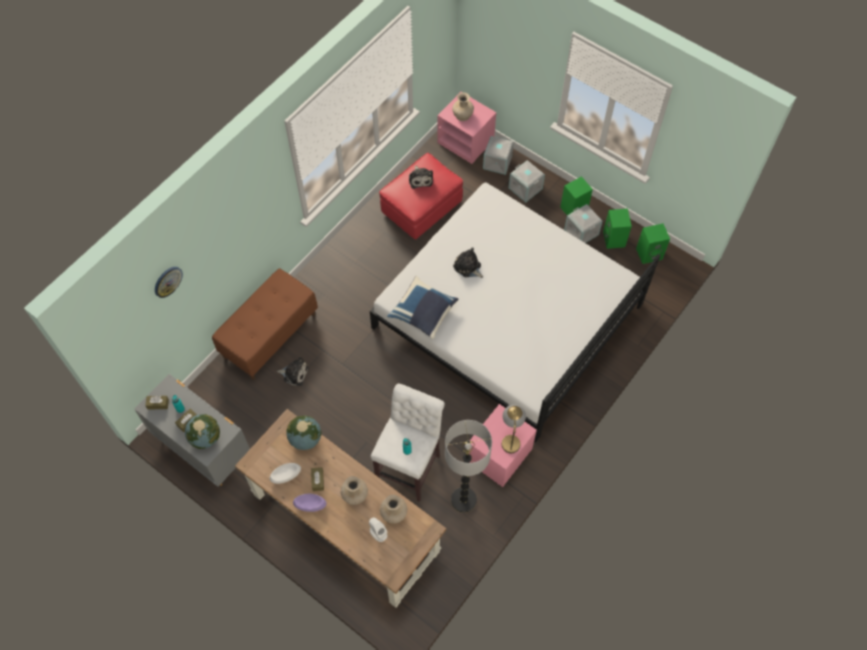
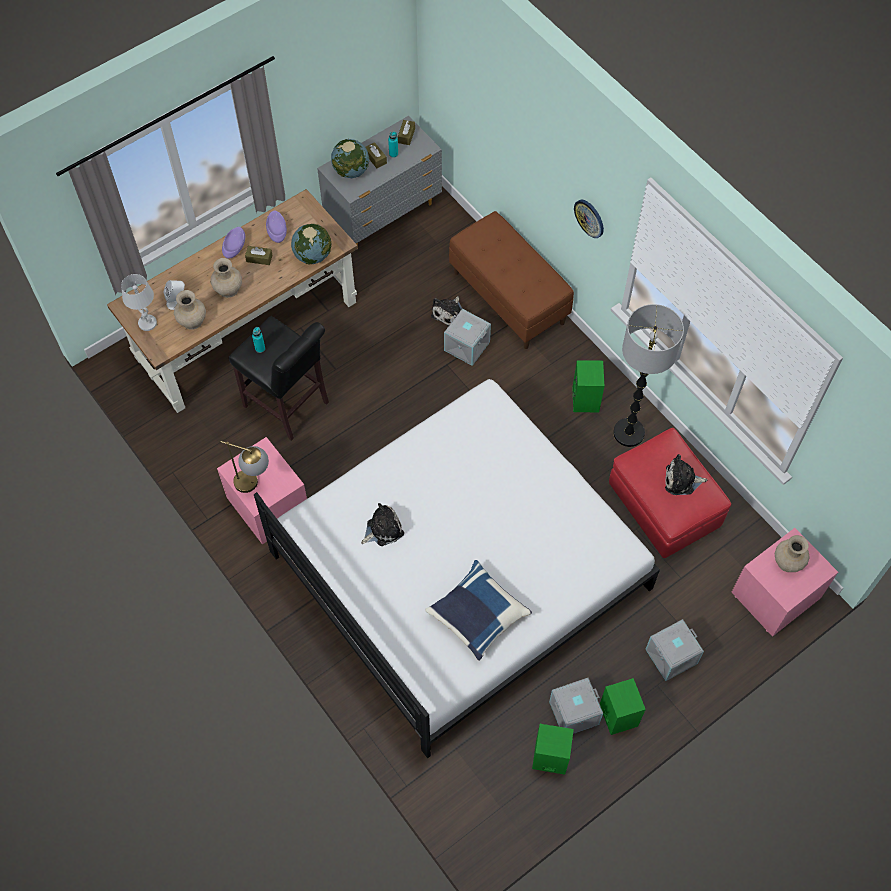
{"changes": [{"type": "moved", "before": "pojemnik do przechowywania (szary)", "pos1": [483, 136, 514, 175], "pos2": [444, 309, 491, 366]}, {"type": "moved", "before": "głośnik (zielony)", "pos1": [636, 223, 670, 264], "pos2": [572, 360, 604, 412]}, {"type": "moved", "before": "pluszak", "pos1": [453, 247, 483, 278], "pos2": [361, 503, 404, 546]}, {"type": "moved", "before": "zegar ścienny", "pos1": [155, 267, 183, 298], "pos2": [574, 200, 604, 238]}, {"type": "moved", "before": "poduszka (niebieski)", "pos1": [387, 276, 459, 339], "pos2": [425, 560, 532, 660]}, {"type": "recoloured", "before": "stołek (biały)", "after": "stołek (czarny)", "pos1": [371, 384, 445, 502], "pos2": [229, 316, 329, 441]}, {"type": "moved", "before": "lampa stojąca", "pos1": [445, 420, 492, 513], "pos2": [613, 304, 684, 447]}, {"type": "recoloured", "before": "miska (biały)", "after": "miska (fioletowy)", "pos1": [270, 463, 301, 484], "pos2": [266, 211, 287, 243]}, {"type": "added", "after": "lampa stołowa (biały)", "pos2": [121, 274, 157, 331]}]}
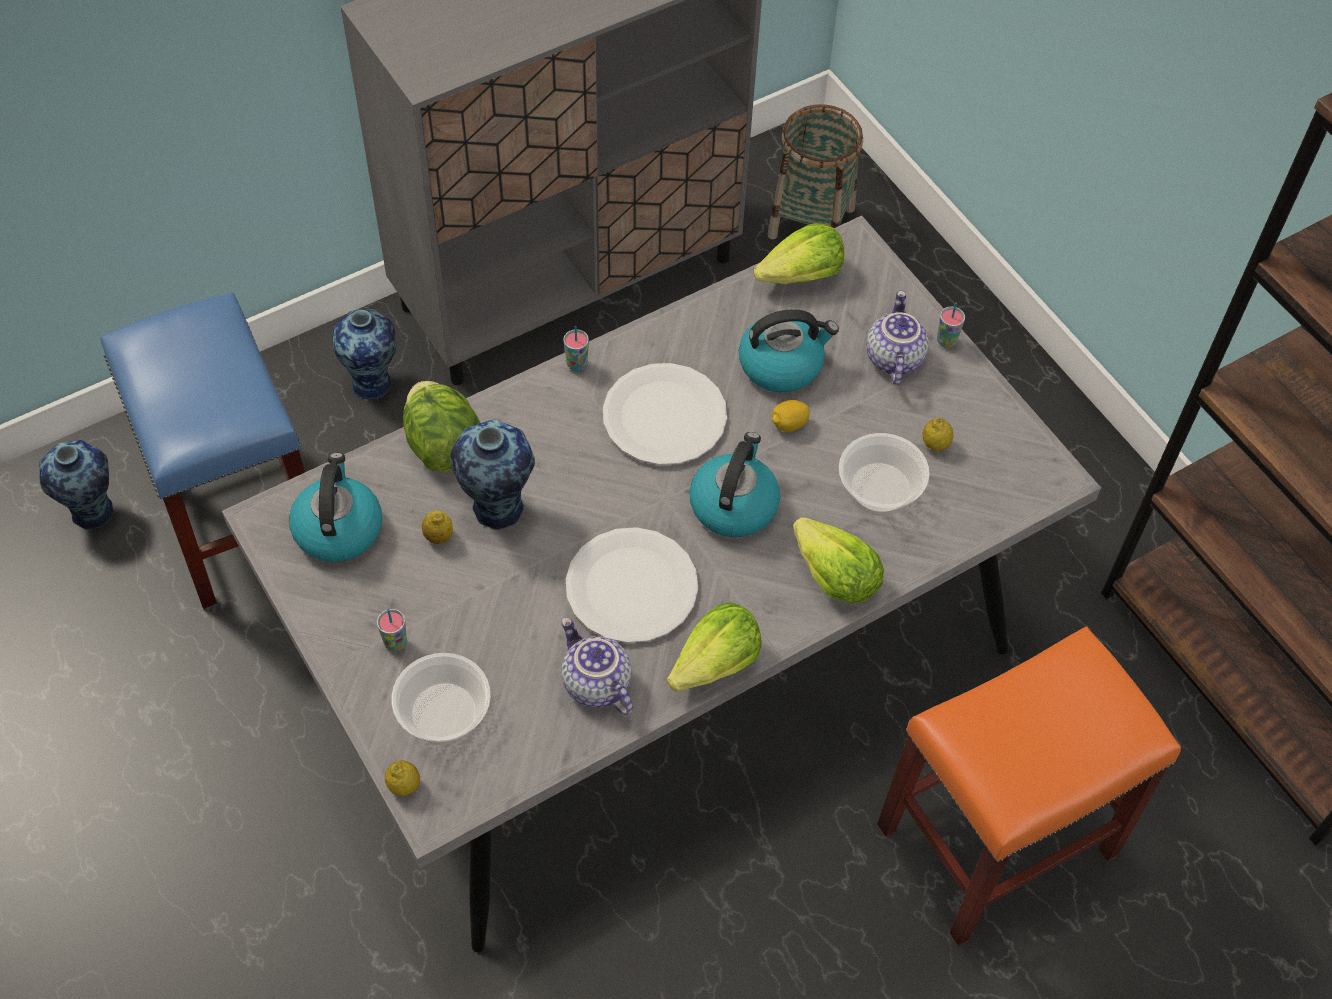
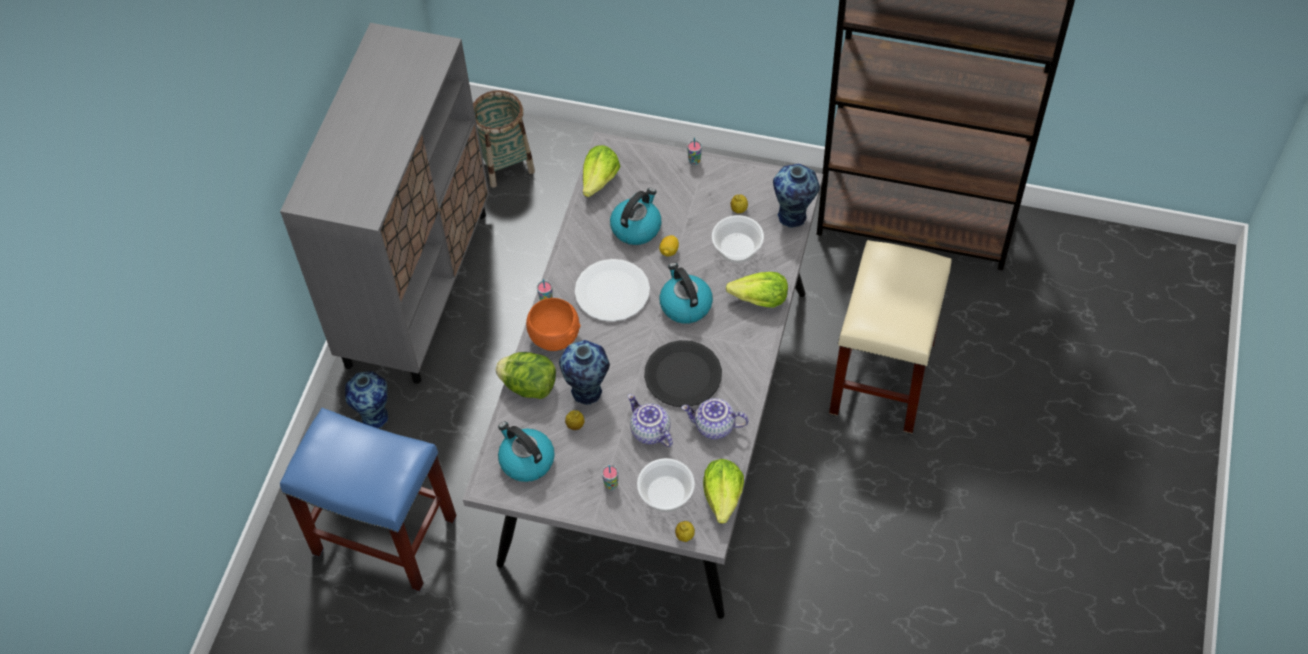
{"changes": [{"type": "moved", "before": "imbryk", "pos1": [866, 290, 929, 385], "pos2": [628, 394, 673, 447]}, {"type": "moved", "before": "wazon", "pos1": [39, 440, 113, 531], "pos2": [773, 164, 820, 228]}, {"type": "recoloured", "before": "talerz (biały)", "after": "talerz (czarny)", "pos1": [566, 527, 698, 643], "pos2": [644, 340, 722, 407]}, {"type": "moved", "before": "sałata", "pos1": [667, 602, 762, 692], "pos2": [703, 459, 744, 524]}, {"type": "recoloured", "before": "stołek (pomarańczowy)", "after": "stołek (beżowy)", "pos1": [877, 626, 1181, 946], "pos2": [829, 240, 952, 433]}, {"type": "added", "after": "miska (pomarańczowy)", "pos2": [526, 298, 581, 351]}]}
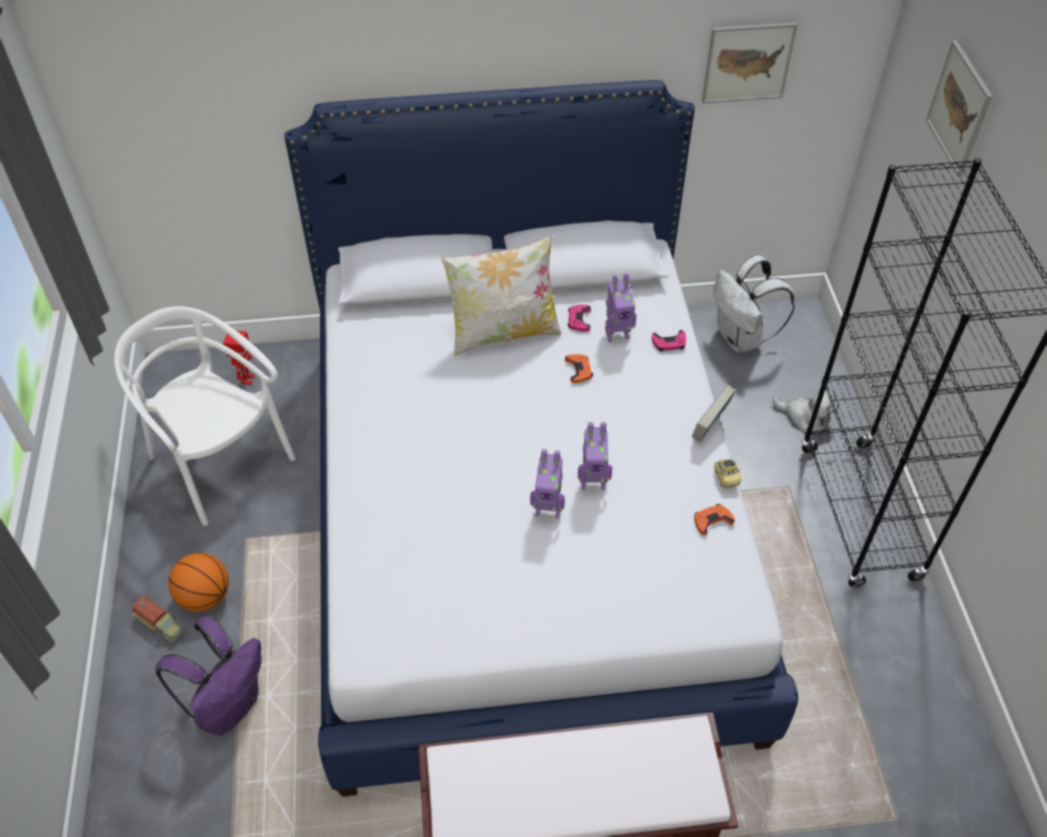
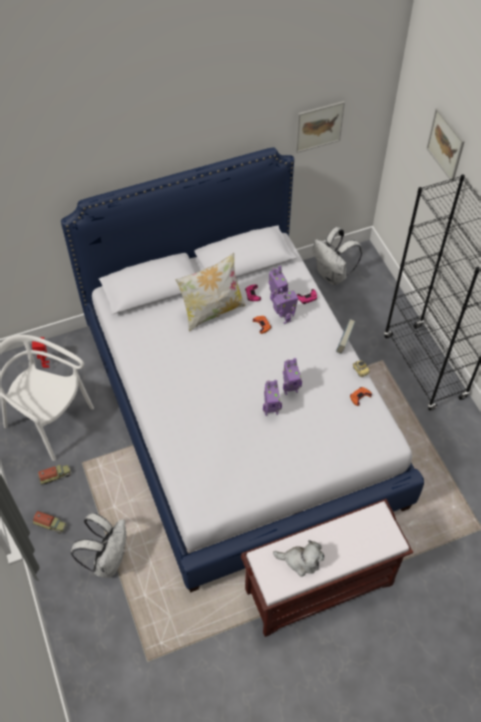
{"changes": [{"type": "moved", "before": "pluszak", "pos1": [772, 387, 839, 432], "pos2": [273, 540, 324, 577]}, {"type": "removed", "before": "piłka do koszykówki", "pos1": [168, 553, 229, 612]}, {"type": "recoloured", "before": "plecak (fioletowy)", "after": "plecak (biały)", "pos1": [155, 616, 262, 736], "pos2": [71, 513, 126, 578]}, {"type": "added", "after": "robot zabawkowy", "pos2": [273, 288, 298, 324]}, {"type": "added", "after": "ciężarówka zabawkowa", "pos2": [38, 465, 71, 485]}]}
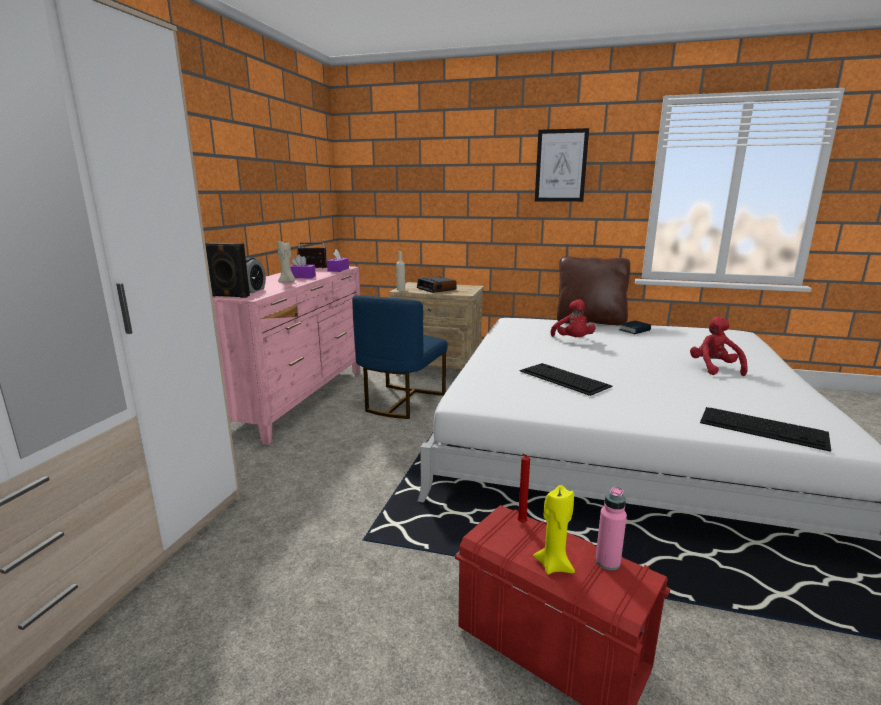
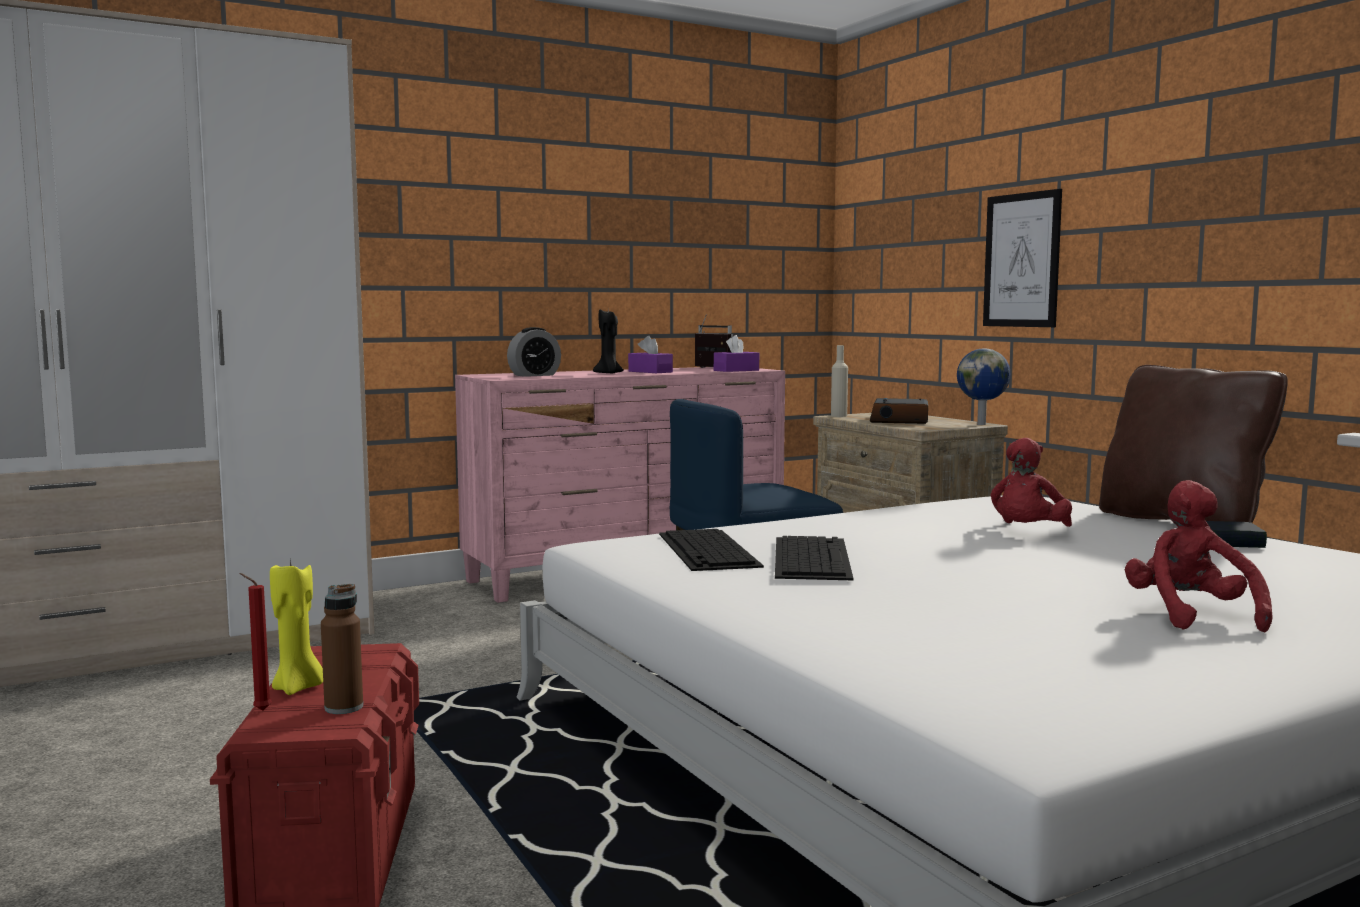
{"changes": [{"type": "moved", "before": "obraz", "pos1": [535, 128, 589, 202], "pos2": [983, 189, 1062, 327]}, {"type": "recoloured", "before": "świeca (beżowy)", "after": "świeca (czarny)", "pos1": [277, 241, 295, 283], "pos2": [593, 309, 624, 373]}, {"type": "removed", "before": "głośnik (czarny)", "pos1": [205, 243, 250, 298]}, {"type": "turned", "before": "pluszak (czerwony)", "pos1": [690, 316, 748, 376], "pos2": [1125, 480, 1273, 632], "turn": -45}, {"type": "moved", "before": "klawiatura", "pos1": [700, 407, 831, 452], "pos2": [659, 529, 764, 571]}, {"type": "moved", "before": "świeca (czerwony)", "pos1": [517, 453, 530, 523], "pos2": [239, 573, 272, 711]}, {"type": "recoloured", "before": "butelka (różowy)", "after": "butelka (brązowy)", "pos1": [595, 487, 627, 571], "pos2": [321, 584, 363, 714]}, {"type": "added", "after": "globus", "pos2": [957, 348, 1011, 425]}]}
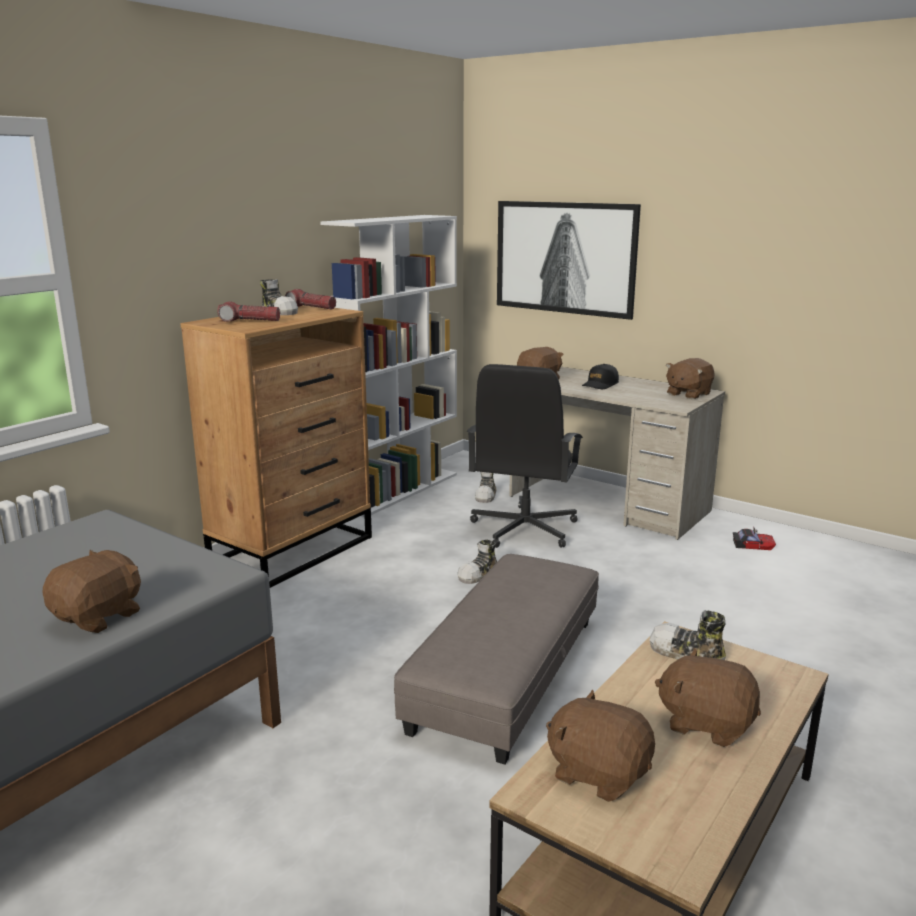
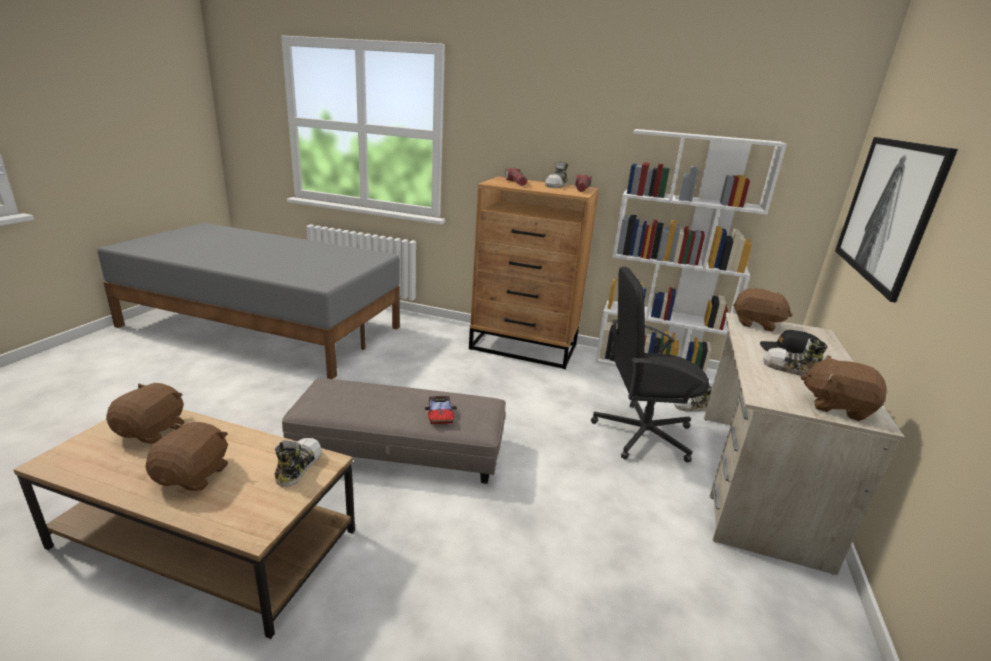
{"changes": [{"type": "moved", "before": "samochodzik", "pos1": [733, 528, 776, 550], "pos2": [425, 396, 456, 424]}, {"type": "moved", "before": "but", "pos1": [458, 540, 497, 584], "pos2": [763, 338, 827, 376]}, {"type": "removed", "before": "pluszak (brązowy)", "pos1": [42, 550, 141, 633]}]}
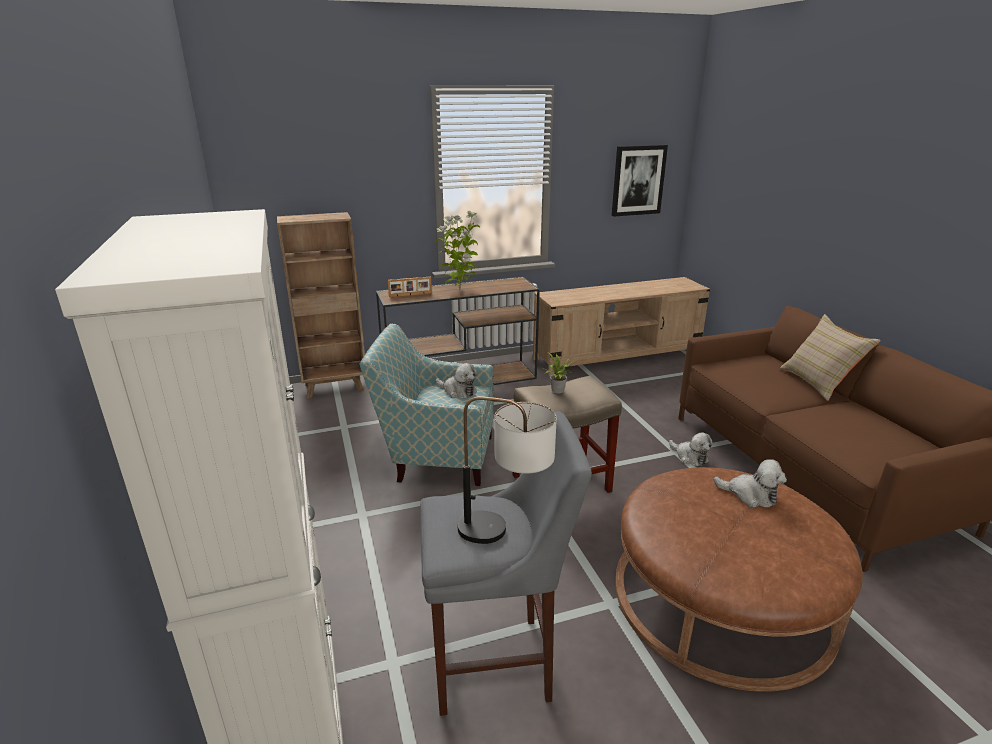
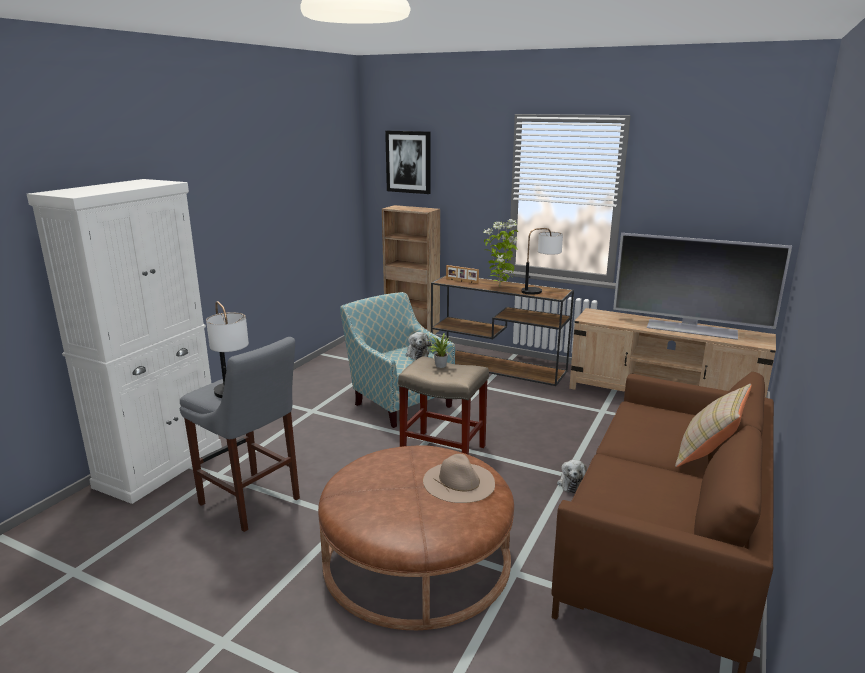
{"changes": [{"type": "moved", "before": "obraz", "pos1": [612, 145, 668, 217], "pos2": [385, 131, 430, 194]}, {"type": "replaced", "before": "pluszak", "after": "kapelusz (beżowy)", "pos1": [713, 459, 787, 508], "pos2": [423, 454, 495, 503]}, {"type": "added", "after": "lampa stołowa", "pos2": [521, 228, 563, 295]}, {"type": "added", "after": "telewizor", "pos2": [613, 233, 792, 340]}]}
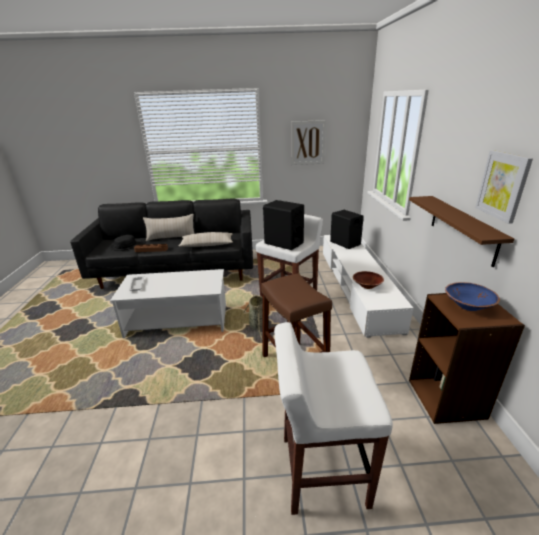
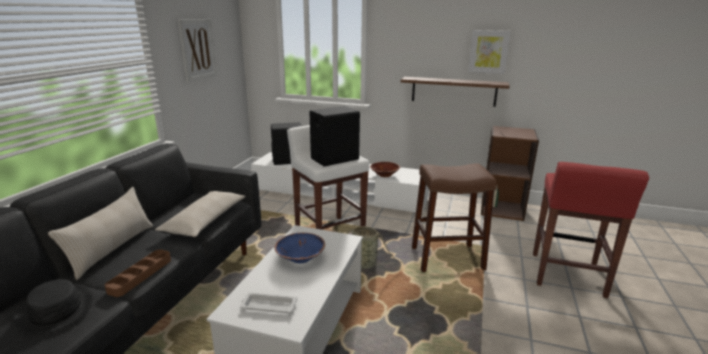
{"changes": [{"type": "moved", "before": "miska (niebieski)", "pos1": [445, 282, 500, 311], "pos2": [275, 233, 325, 263]}, {"type": "recoloured", "before": "stołek (biały)", "after": "stołek (czerwony)", "pos1": [274, 322, 393, 515], "pos2": [533, 162, 649, 298]}]}
